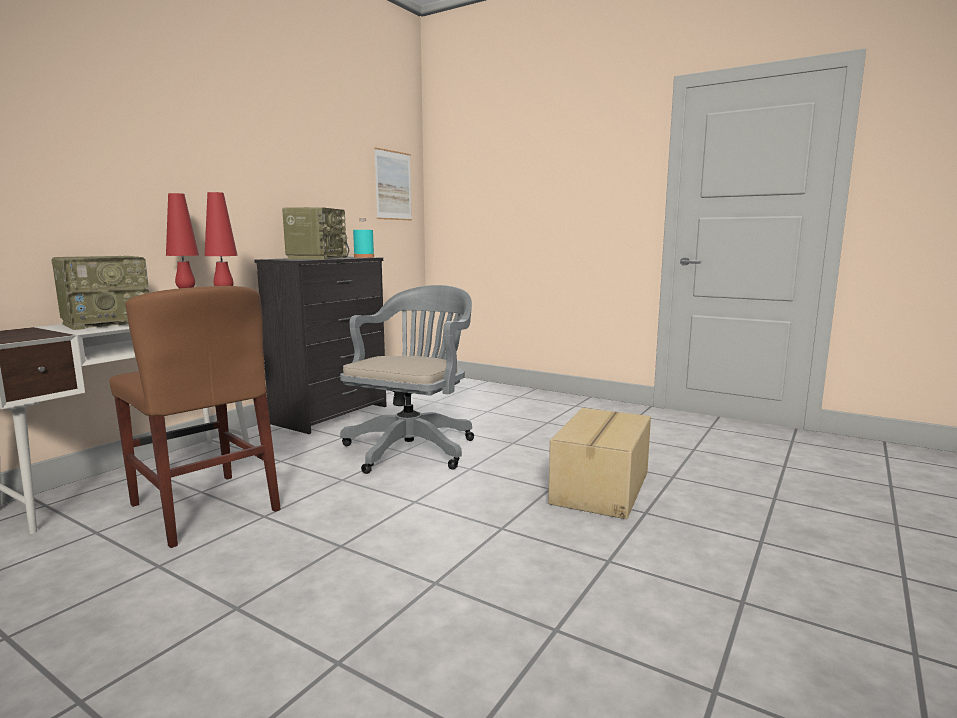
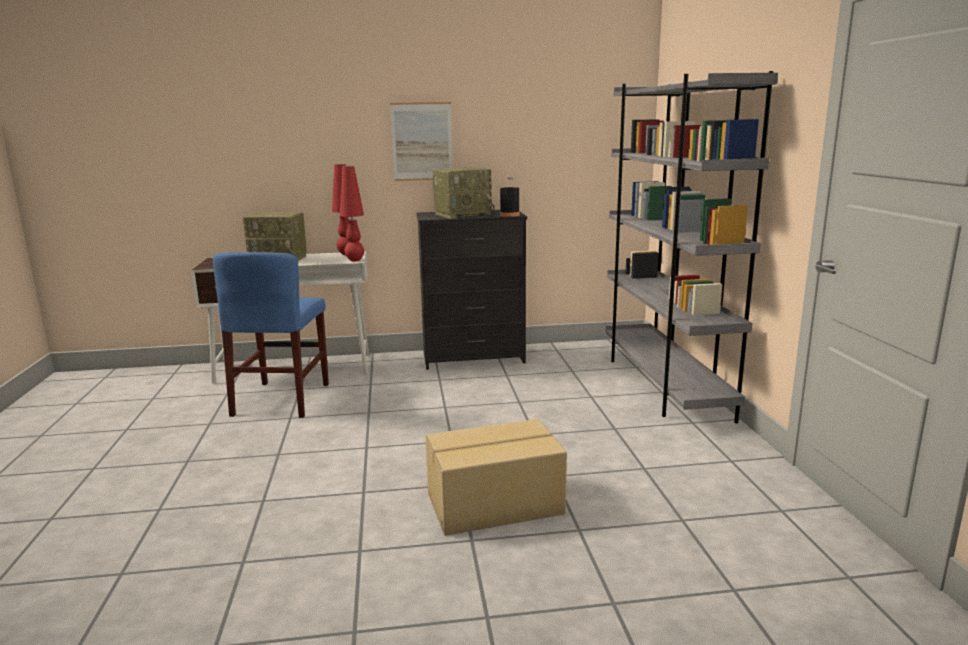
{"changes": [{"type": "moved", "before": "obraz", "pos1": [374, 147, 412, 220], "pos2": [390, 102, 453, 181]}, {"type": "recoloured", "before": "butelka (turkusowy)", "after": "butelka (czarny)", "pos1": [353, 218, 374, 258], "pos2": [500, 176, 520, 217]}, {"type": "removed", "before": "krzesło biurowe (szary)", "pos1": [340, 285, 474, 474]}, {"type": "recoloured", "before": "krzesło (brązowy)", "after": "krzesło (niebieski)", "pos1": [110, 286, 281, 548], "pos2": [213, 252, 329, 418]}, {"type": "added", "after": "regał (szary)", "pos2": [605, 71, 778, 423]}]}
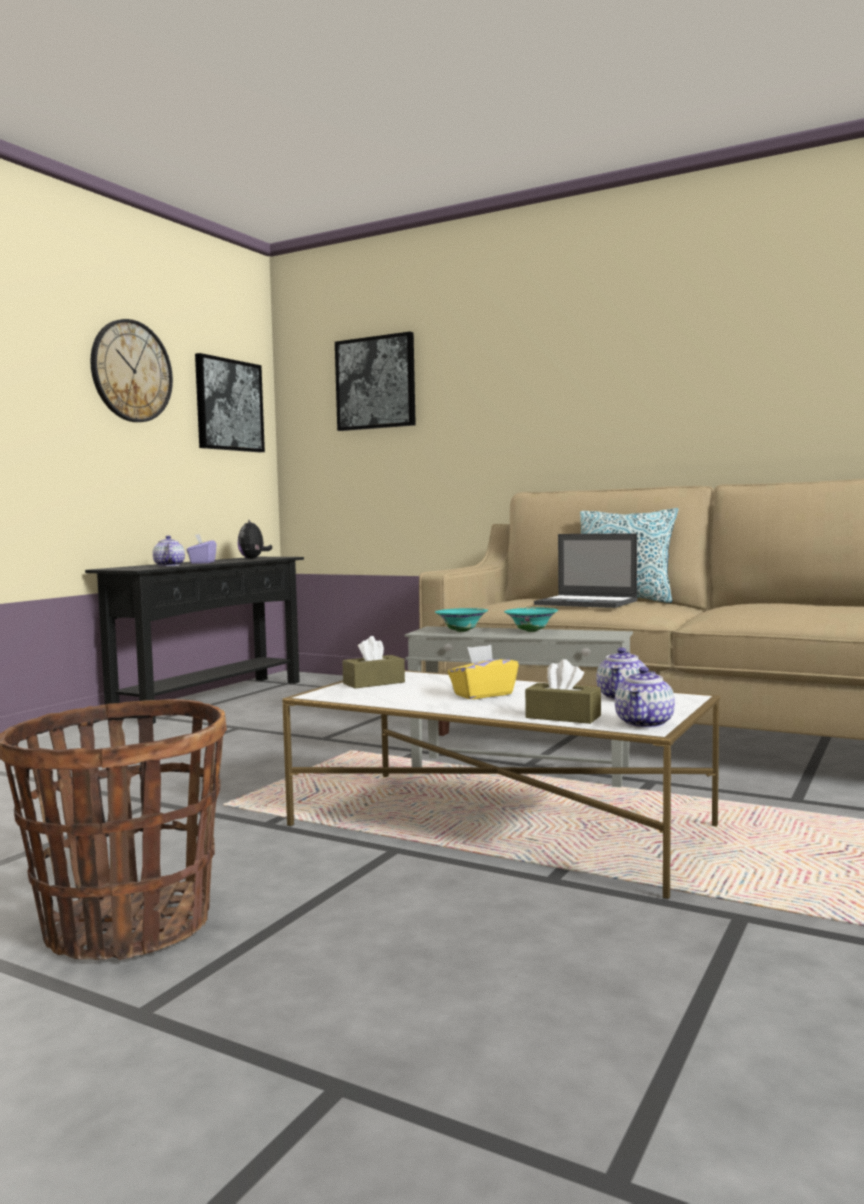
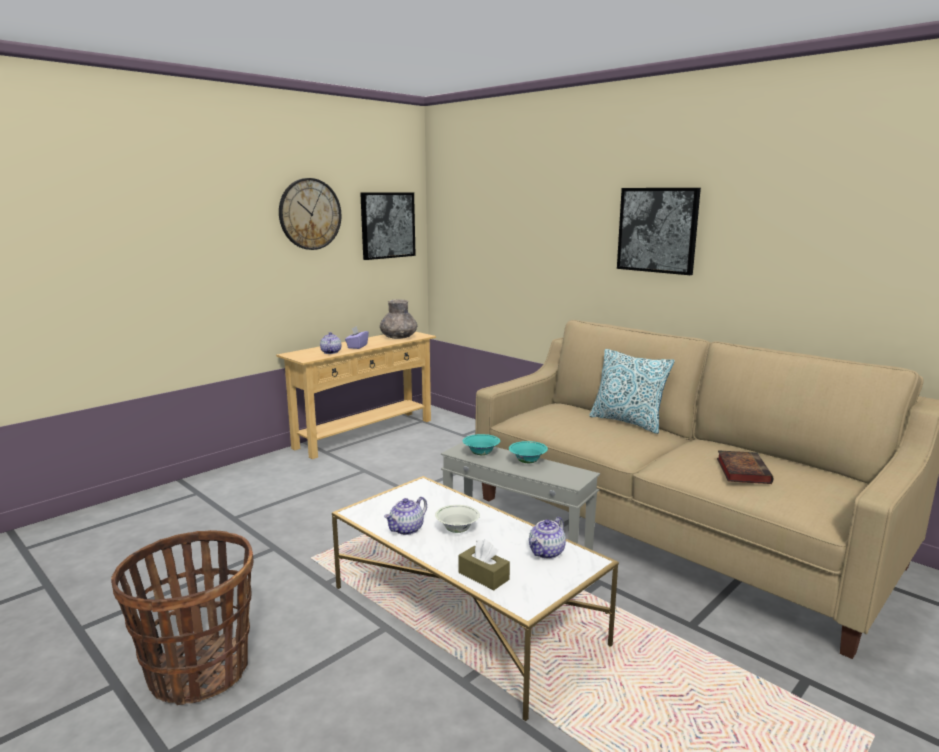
{"changes": [{"type": "moved", "before": "obraz", "pos1": [335, 331, 416, 431], "pos2": [617, 188, 701, 275]}, {"type": "replaced", "before": "pluszak", "after": "wazon (szary)", "pos1": [238, 520, 272, 559], "pos2": [380, 299, 417, 339]}, {"type": "removed", "before": "laptop", "pos1": [534, 533, 637, 608]}, {"type": "recoloured", "before": "stolik konsolowy (czarny)", "after": "stolik konsolowy (beżowy)", "pos1": [85, 557, 304, 724], "pos2": [276, 332, 436, 459]}, {"type": "removed", "before": "pudełko chusteczek (brązowy)", "pos1": [342, 636, 405, 688]}, {"type": "replaced", "before": "pudełko chusteczek (żółty)", "after": "miska (biały)", "pos1": [448, 645, 519, 699], "pos2": [435, 505, 480, 533]}, {"type": "moved", "before": "imbryk", "pos1": [615, 667, 675, 728], "pos2": [384, 497, 427, 535]}, {"type": "added", "after": "książka", "pos2": [717, 450, 774, 484]}]}
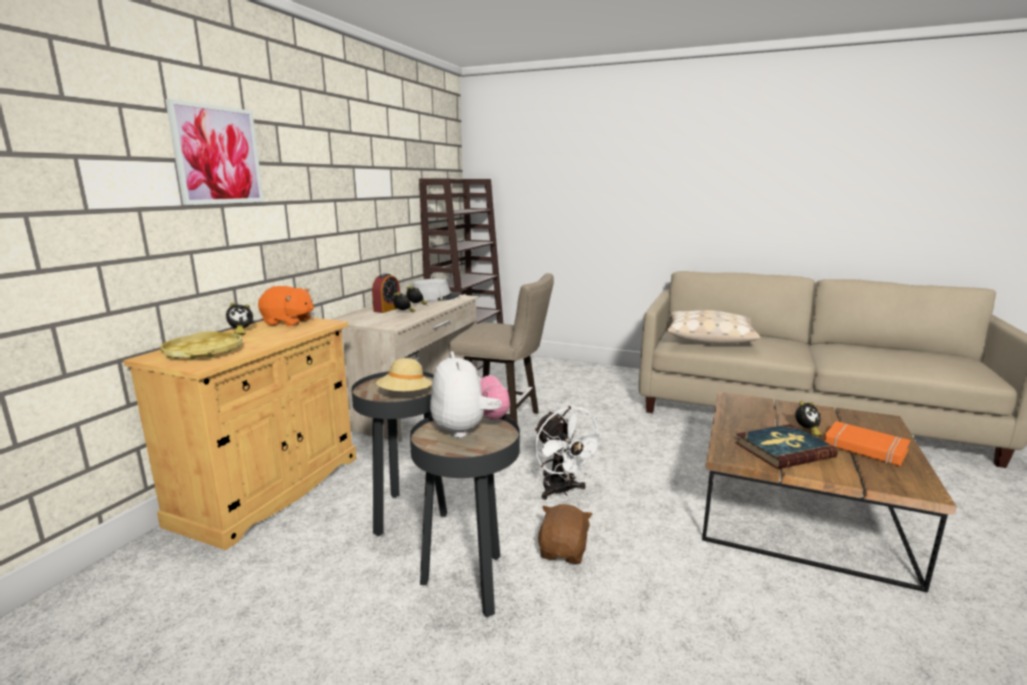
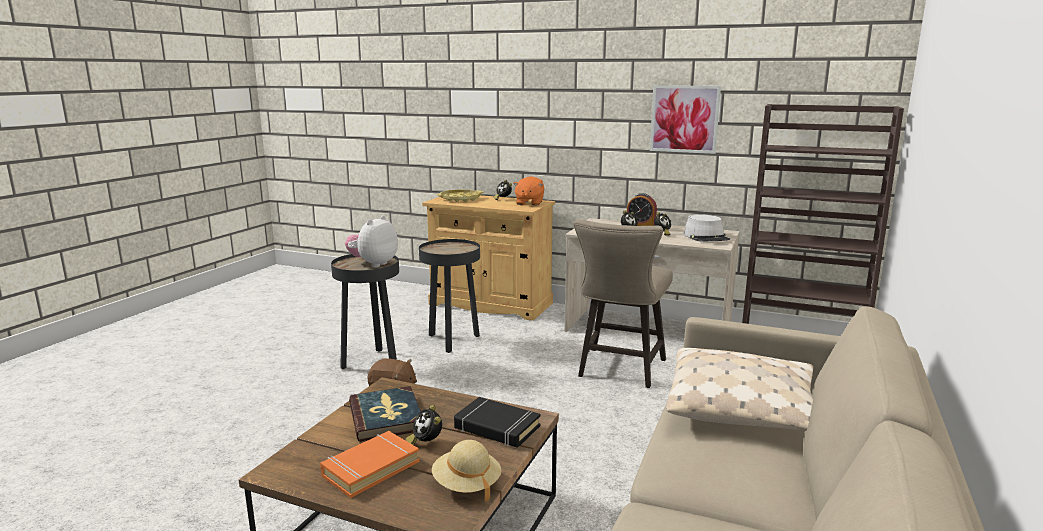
{"changes": [{"type": "moved", "before": "obraz", "pos1": [165, 99, 264, 205], "pos2": [650, 85, 721, 154]}, {"type": "turned", "before": "pluszak", "pos1": [430, 351, 510, 438], "pos2": [345, 216, 398, 268], "turn": 135}, {"type": "moved", "before": "kapelusz (beżowy)", "pos1": [376, 358, 432, 391], "pos2": [432, 440, 501, 501]}, {"type": "removed", "before": "wentylator (biały)", "pos1": [535, 406, 606, 500]}, {"type": "added", "after": "książka (czarny)", "pos2": [454, 397, 540, 448]}]}
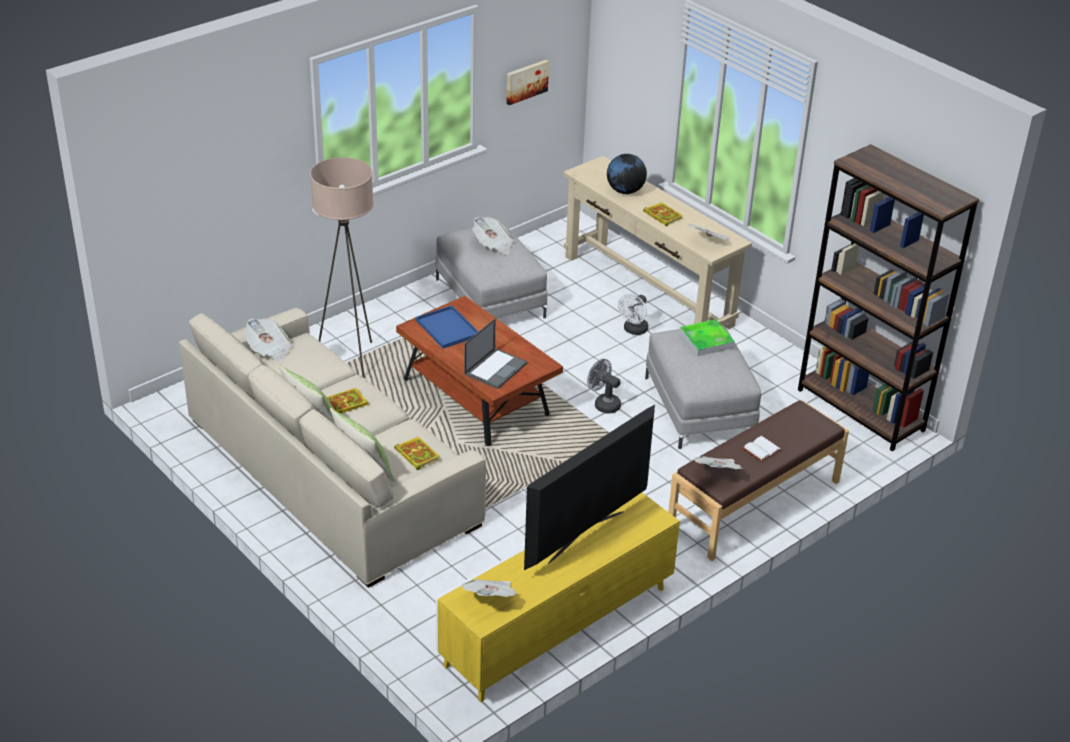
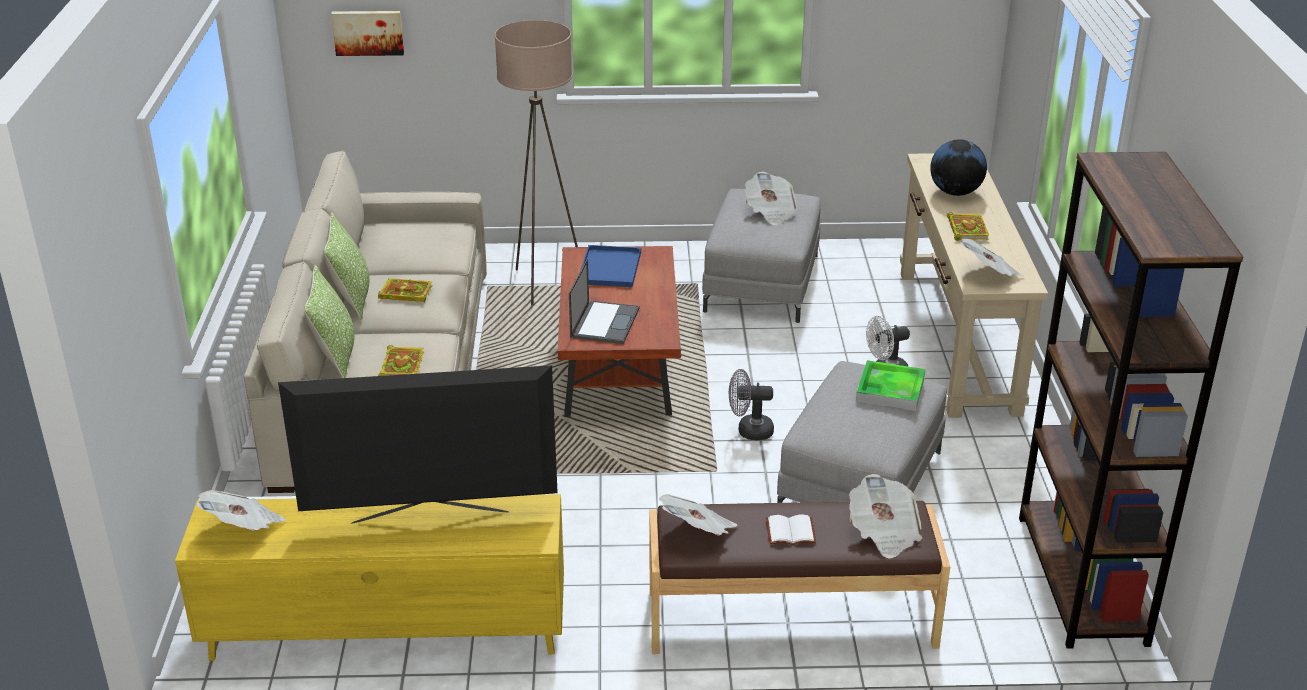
{"changes": [{"type": "moved", "before": "obraz", "pos1": [506, 60, 549, 105], "pos2": [331, 11, 404, 56]}, {"type": "moved", "before": "gazeta", "pos1": [244, 318, 293, 362], "pos2": [849, 474, 922, 559]}, {"type": "turned", "before": "laptop", "pos1": [464, 319, 527, 389], "pos2": [569, 259, 639, 344], "turn": -60}, {"type": "turned", "before": "wentylator (szary)", "pos1": [587, 359, 621, 414], "pos2": [729, 369, 774, 440], "turn": -75}]}
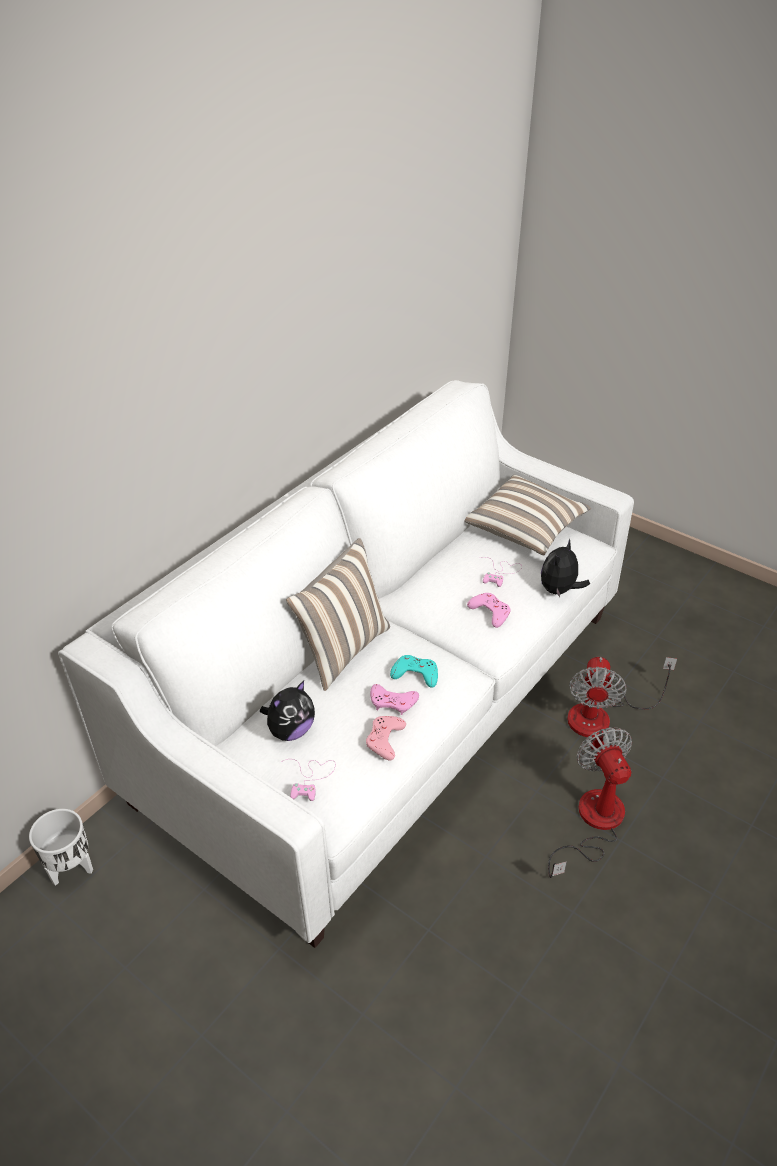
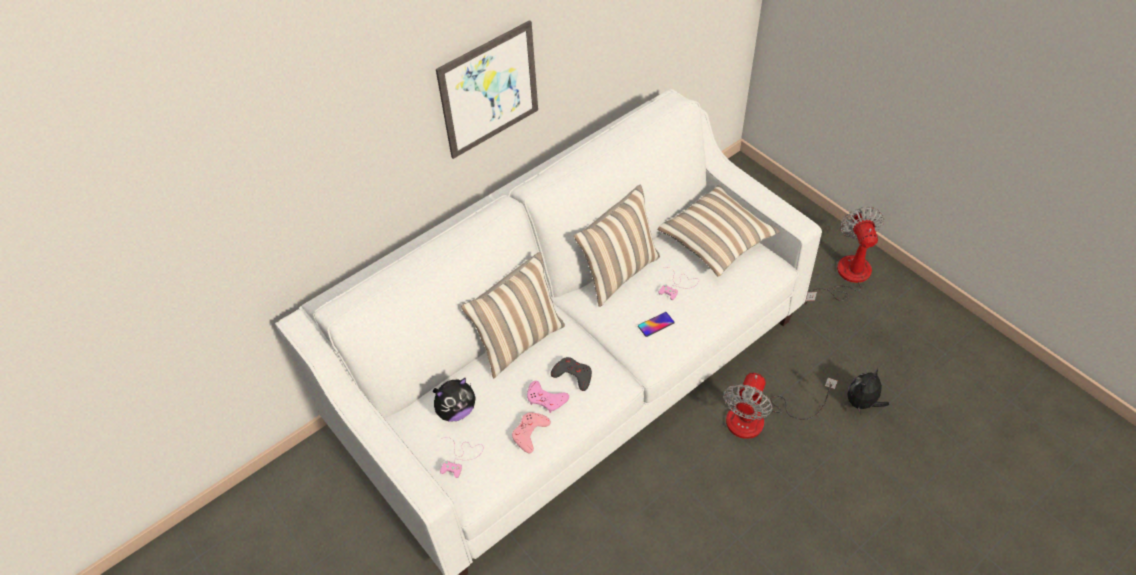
{"changes": [{"type": "moved", "before": "pluszak", "pos1": [541, 538, 590, 597], "pos2": [847, 367, 889, 413]}, {"type": "replaced", "before": "pad do gier (różowy)", "after": "telefon", "pos1": [467, 593, 510, 628], "pos2": [638, 312, 675, 337]}, {"type": "recoloured", "before": "pad do gier (turkusowy)", "after": "pad do gier (szary)", "pos1": [390, 655, 438, 687], "pos2": [551, 357, 592, 391]}, {"type": "moved", "before": "wentylator", "pos1": [548, 727, 632, 878], "pos2": [805, 207, 884, 305]}, {"type": "removed", "before": "donica (biały)", "pos1": [29, 809, 93, 886]}, {"type": "added", "after": "obraz", "pos2": [436, 20, 538, 159]}, {"type": "added", "after": "poduszka", "pos2": [574, 185, 660, 307]}]}
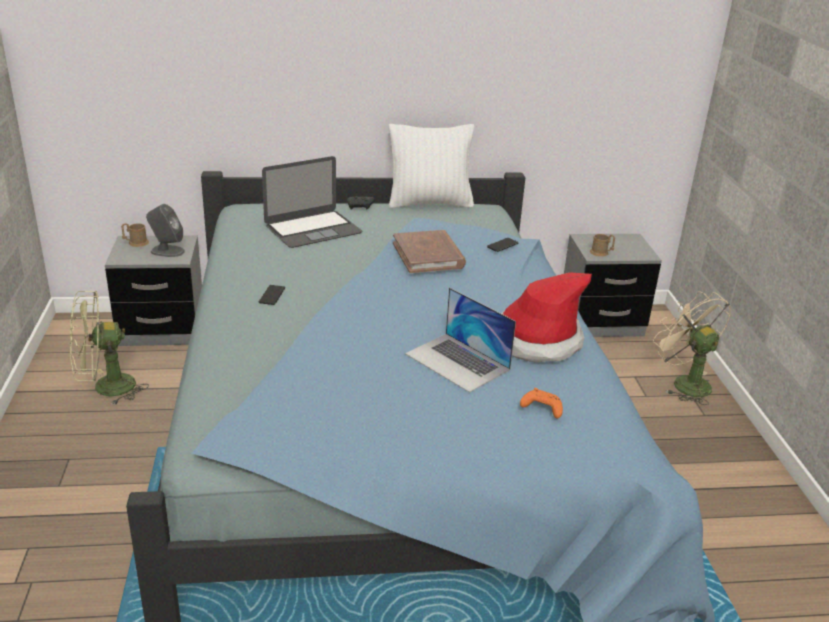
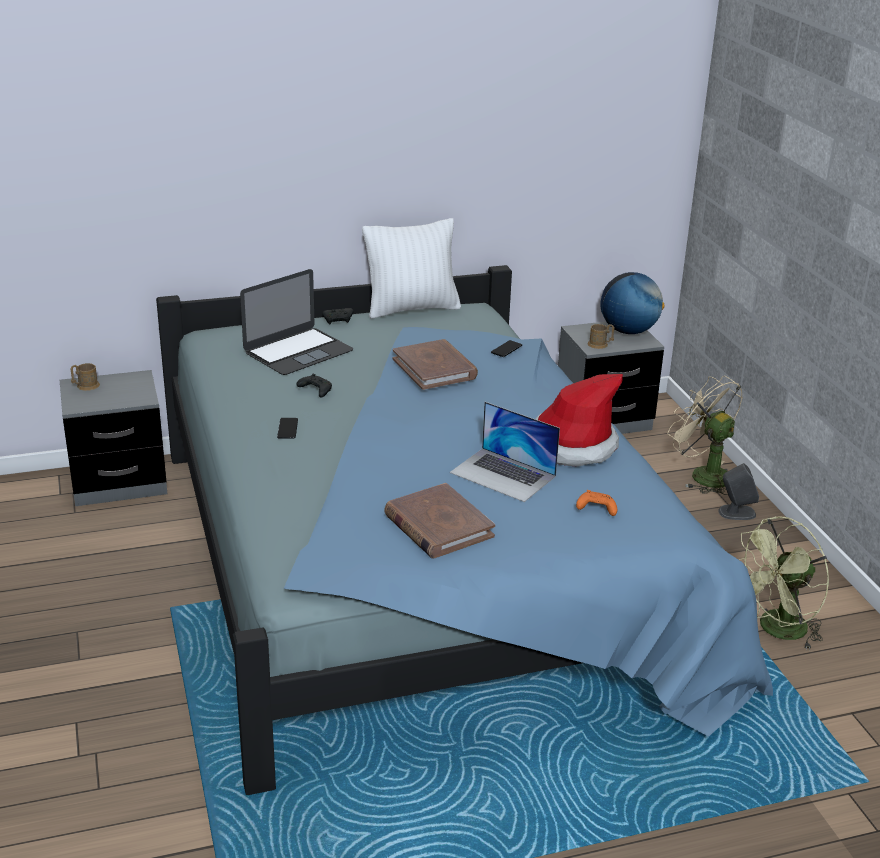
{"changes": [{"type": "moved", "before": "głośnik (szary)", "pos1": [146, 204, 185, 257], "pos2": [719, 463, 759, 520]}, {"type": "moved", "before": "wentylator (zielony)", "pos1": [70, 291, 149, 406], "pos2": [739, 516, 829, 651]}, {"type": "added", "after": "globus", "pos2": [601, 272, 665, 334]}, {"type": "added", "after": "pad do gier (czarny)", "pos2": [296, 374, 332, 398]}, {"type": "added", "after": "książka (brązowy)", "pos2": [384, 483, 495, 559]}]}
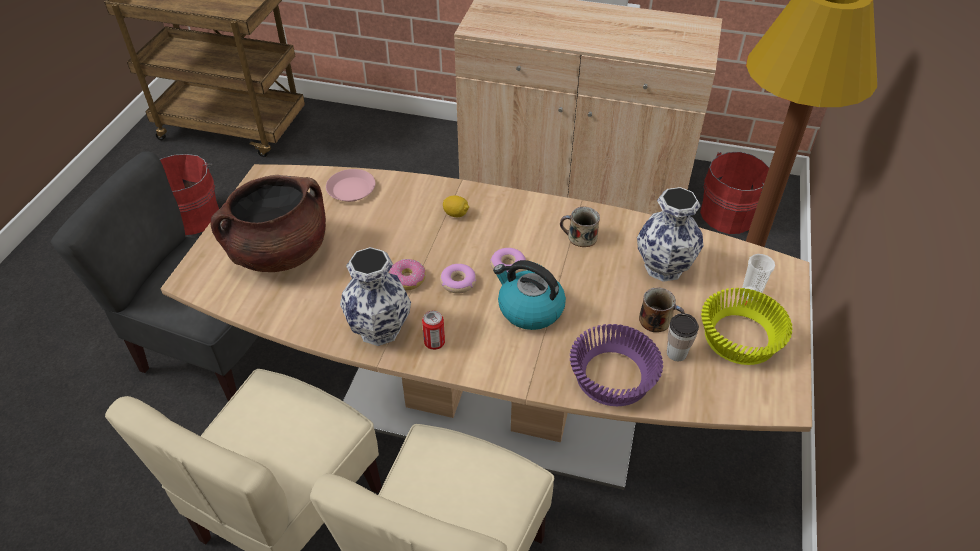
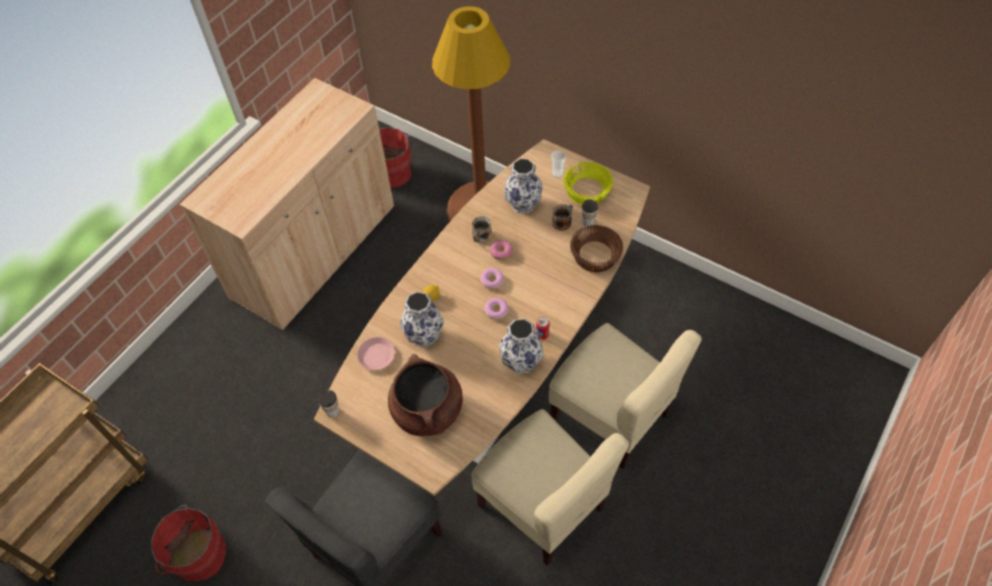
{"changes": [{"type": "moved", "before": "donut", "pos1": [389, 259, 426, 290], "pos2": [489, 240, 513, 260]}, {"type": "removed", "before": "czajnik", "pos1": [493, 260, 566, 330]}, {"type": "recoloured", "before": "miska (fioletowy)", "after": "miska (brązowy)", "pos1": [570, 324, 663, 406], "pos2": [570, 225, 623, 272]}, {"type": "added", "after": "wazon", "pos2": [400, 292, 444, 347]}, {"type": "added", "after": "filiżanka", "pos2": [318, 390, 339, 417]}]}
